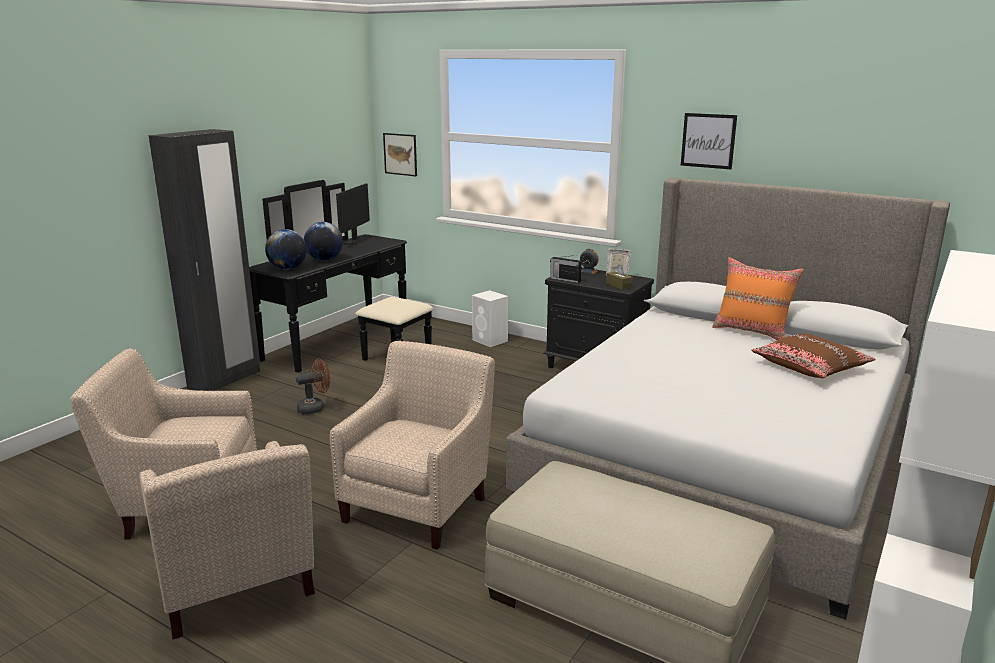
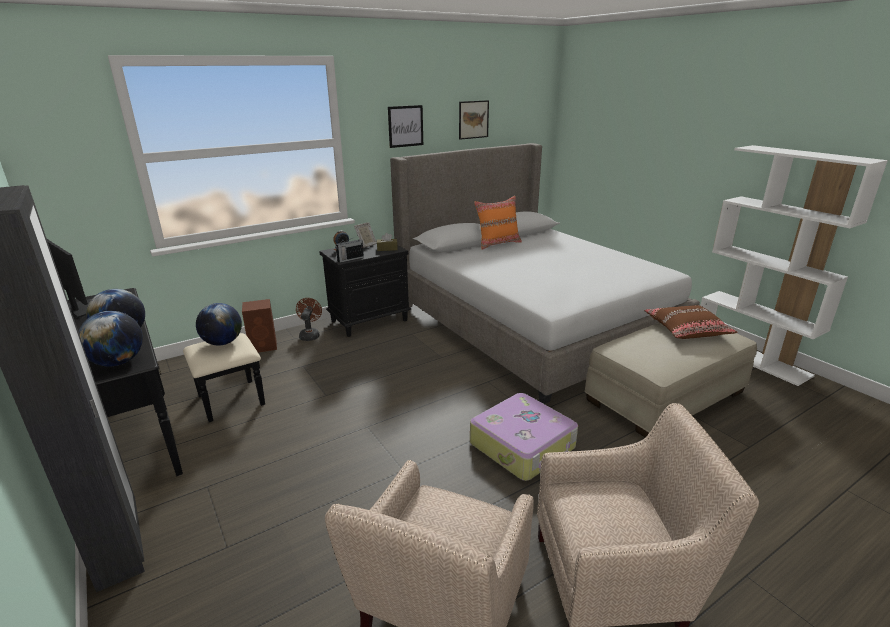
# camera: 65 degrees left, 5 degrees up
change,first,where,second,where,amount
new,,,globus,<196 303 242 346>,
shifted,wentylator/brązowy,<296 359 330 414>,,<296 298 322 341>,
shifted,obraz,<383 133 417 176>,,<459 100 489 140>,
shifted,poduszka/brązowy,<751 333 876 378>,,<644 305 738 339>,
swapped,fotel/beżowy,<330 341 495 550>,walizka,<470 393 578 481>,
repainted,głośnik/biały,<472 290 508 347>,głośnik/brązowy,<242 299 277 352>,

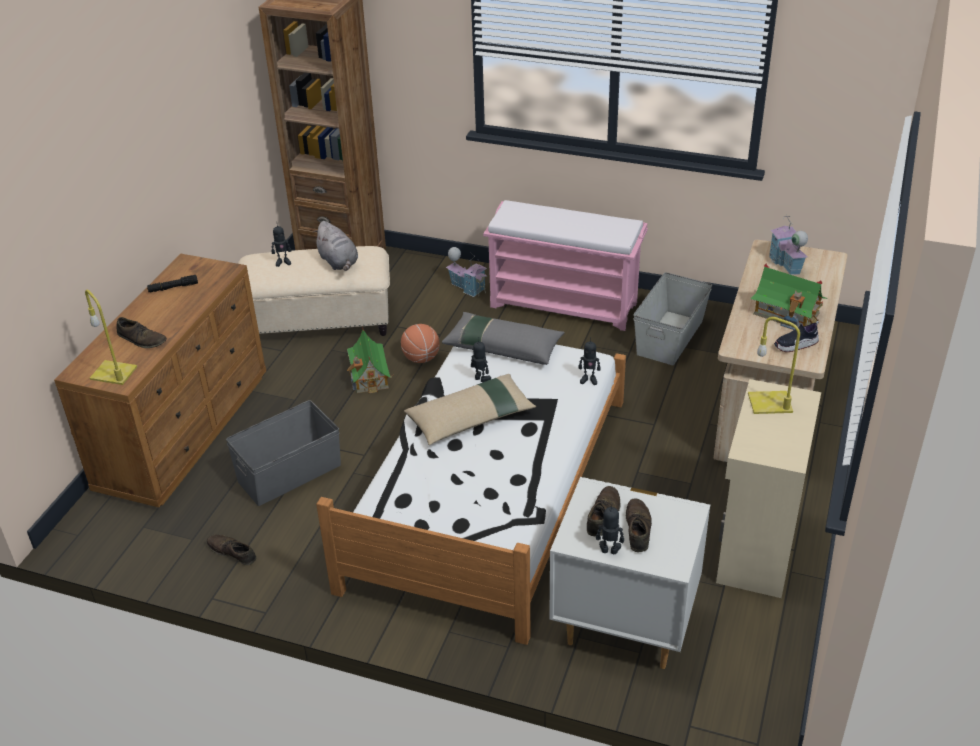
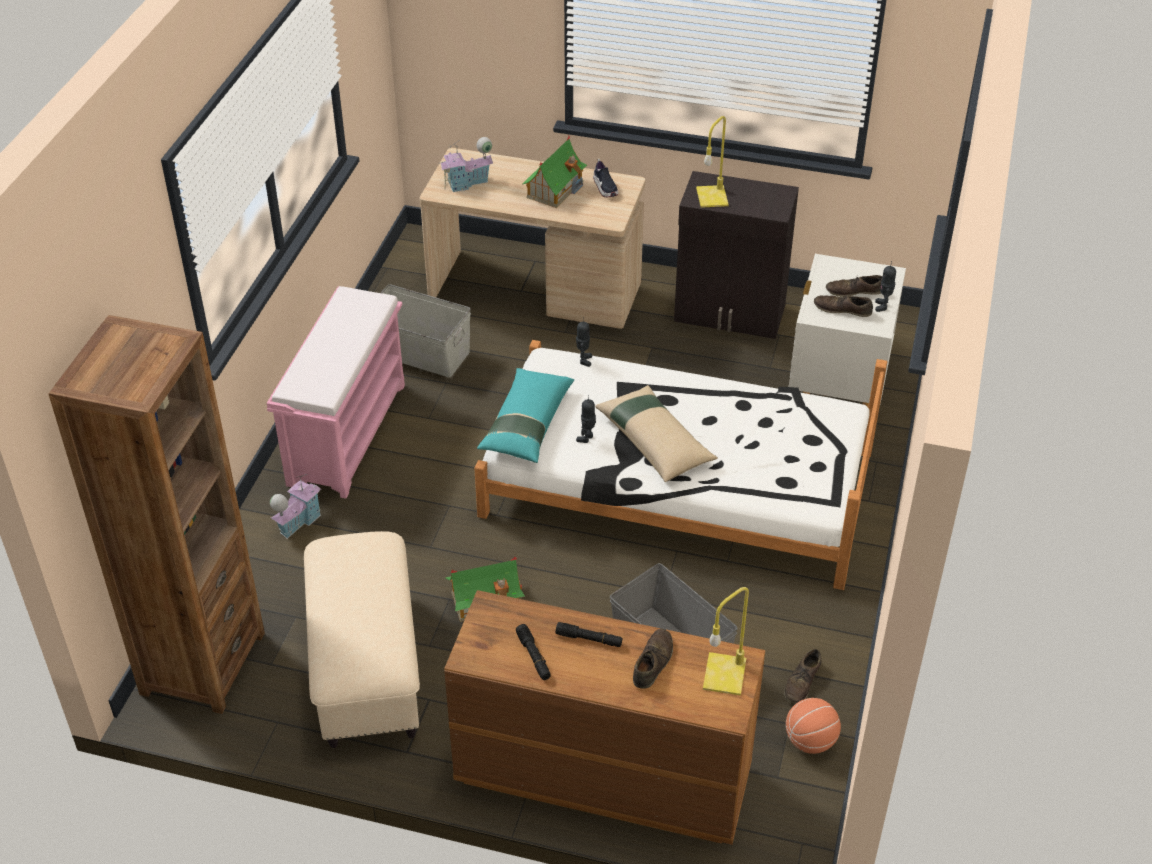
# camera: 95 degrees left, 5 degrees up
change,first,where,second,where,amount
gone,robot zabawkowy,<272 225 291 267>,,,
gone,pluszak/szary,<313 221 358 271>,,,
new,,,latarka/czarny,<555 622 622 647>,
shifted,piłka do koszykówki,<401 324 440 363>,,<786 698 841 754>,
repainted,poduszka/szary,<442 312 565 365>,poduszka/turkusowy,<477 368 574 463>,
repainted,szafka/beżowy,<716 379 821 598>,szafka/czarny,<674 171 799 339>,

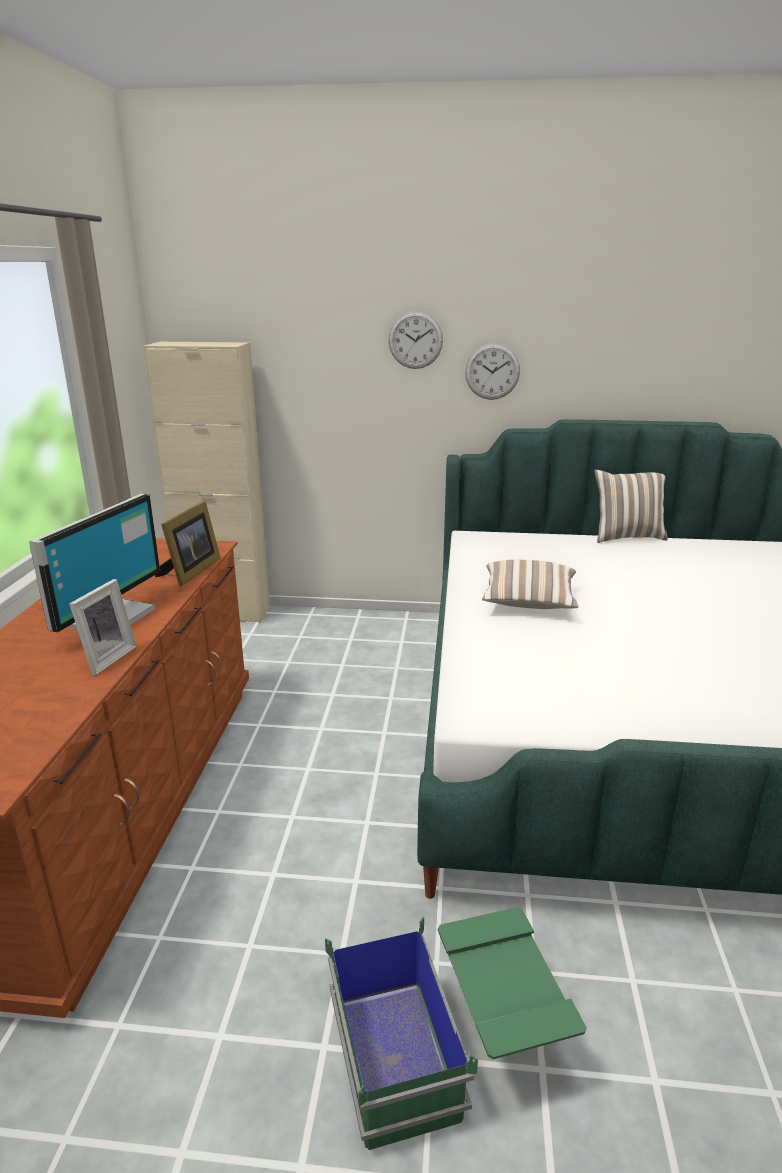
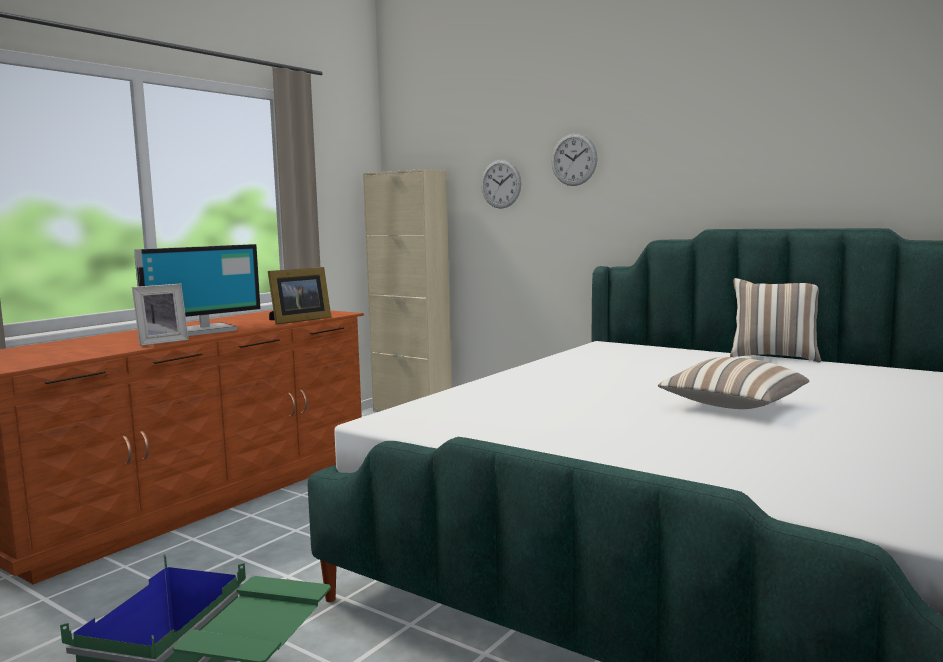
# camera: 30 degrees right, 15 degrees down
change,first,where,second,where,amount
shifted,zegar ścienny,<465 343 520 400>,,<481 160 522 209>,
shifted,poduszka,<482 560 579 609>,,<658 357 809 409>,

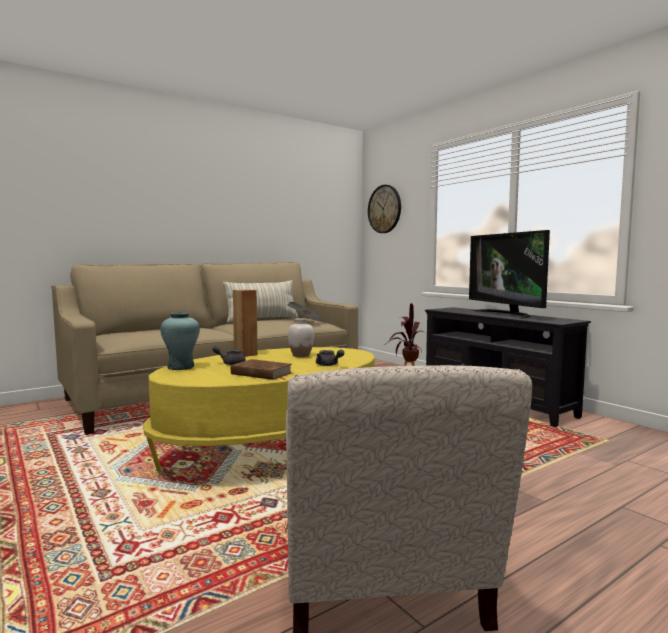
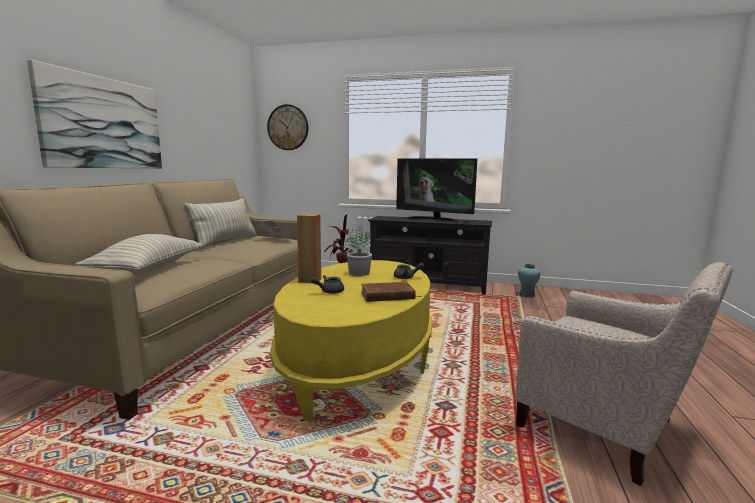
# camera: 40 degrees left, 5 degrees up
change,first,where,second,where,amount
new,,,obraz,<27 60 162 168>,
new,,,poduszka,<75 234 203 274>,
shifted,wazon/turkusowy,<160 312 200 370>,,<518 264 540 297>,
swapped,wazon/biały,<288 318 314 357>,roślina doniczkowa,<347 227 372 276>,

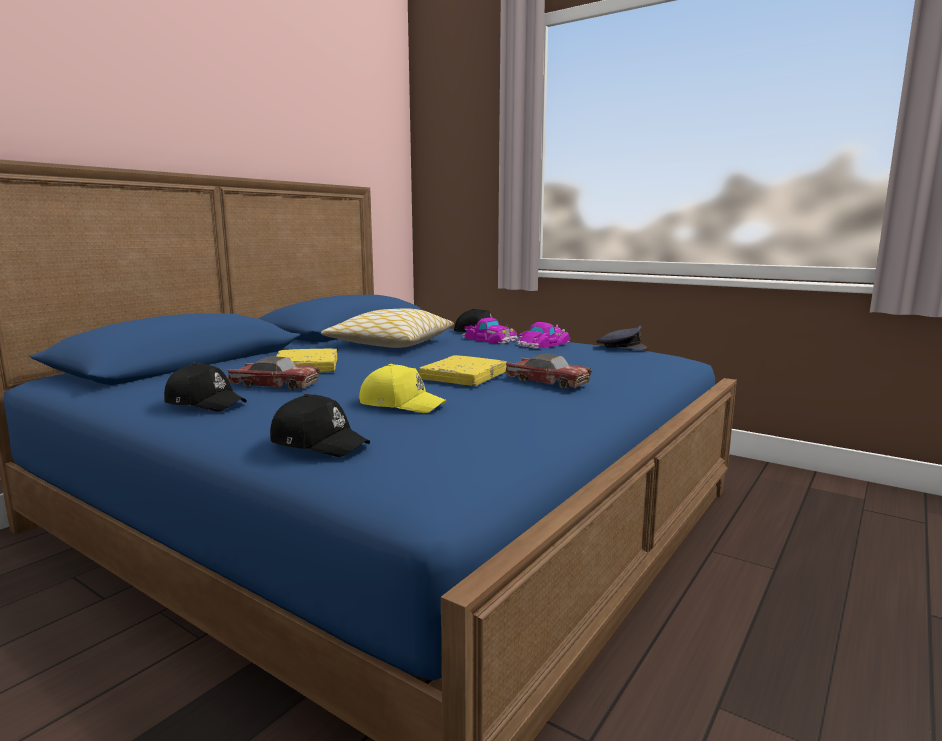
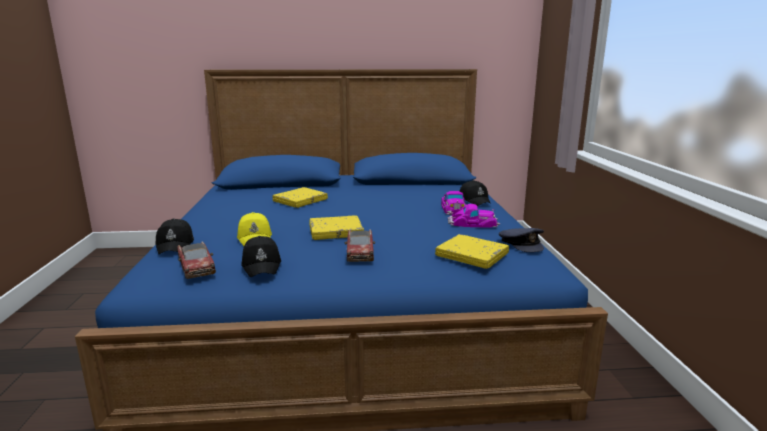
# camera: 50 degrees right, 5 degrees up
change,first,where,second,where,amount
gone,poduszka,<321 309 454 348>,,,
new,,,książka/żółty,<435 234 509 269>,
shifted,czapka z daszkiem/czarny,<164 363 247 412>,,<241 236 281 277>,
shifted,samochodzik,<228 356 320 391>,,<177 241 216 279>,

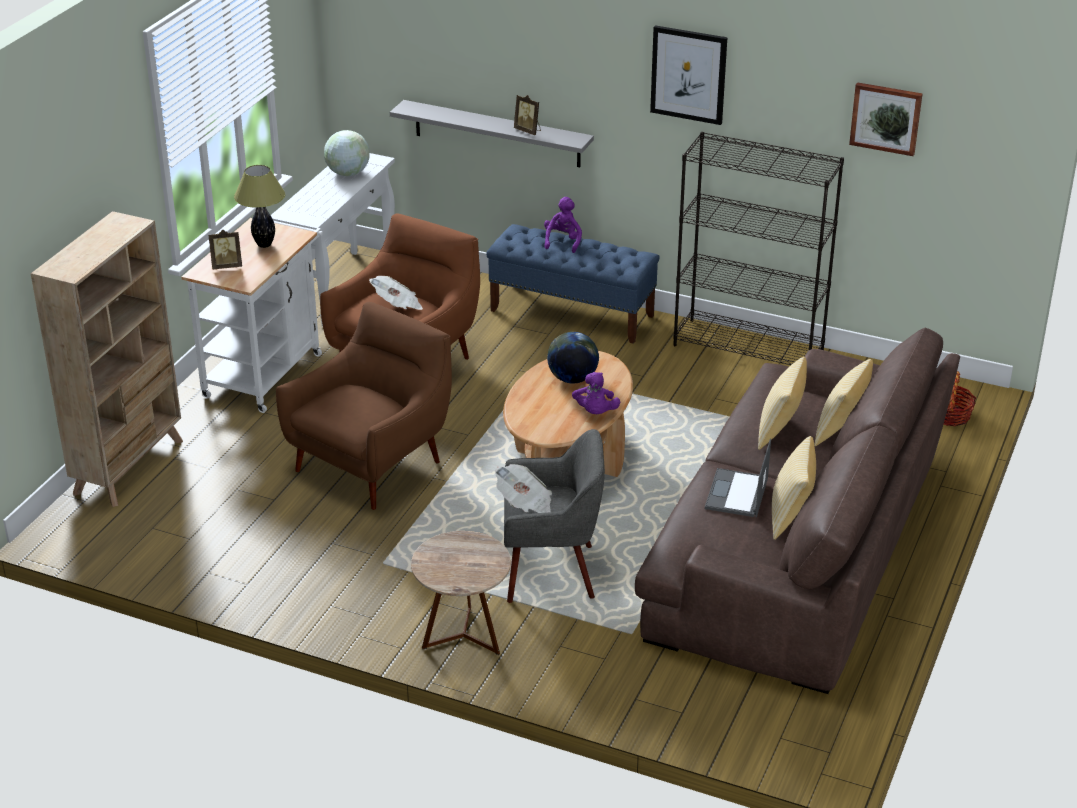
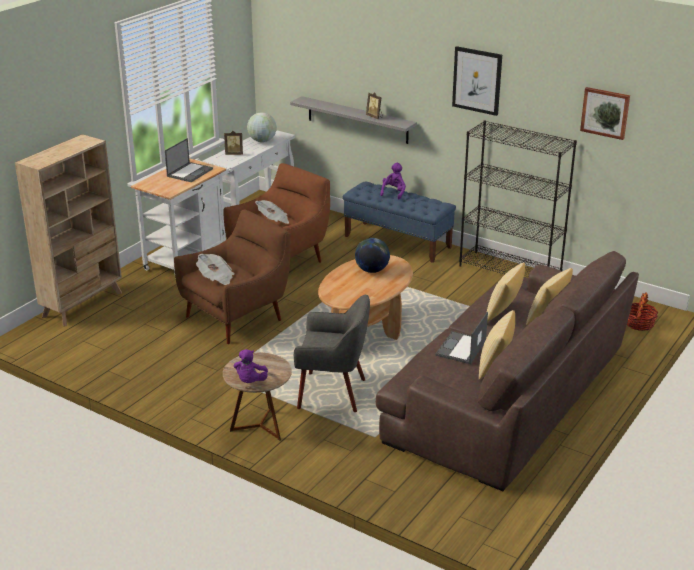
# camera: 10 degrees right, 5 degrees down
change,first,where,second,where,amount
shifted,ramka na zdjęcie,<208 230 242 269>,,<224 131 243 155>,
shifted,gazeta,<495 464 552 513>,,<196 254 235 285>,
shifted,pluszak/fioletowy,<572 372 620 414>,,<233 349 268 383>,
swapped,lampa stołowa,<234 165 285 248>,laptop,<165 138 213 182>,

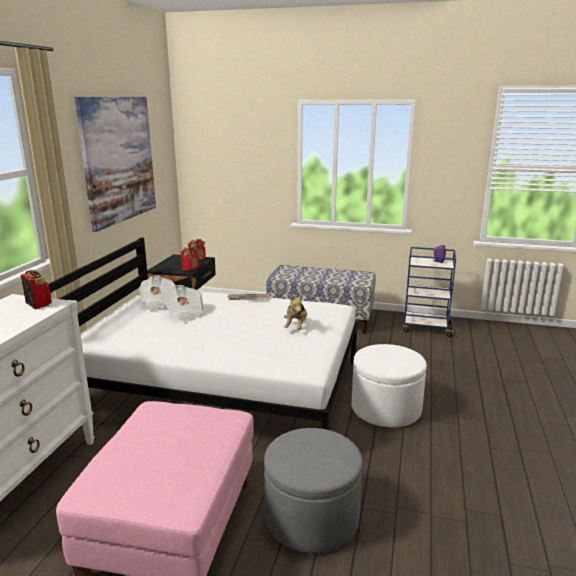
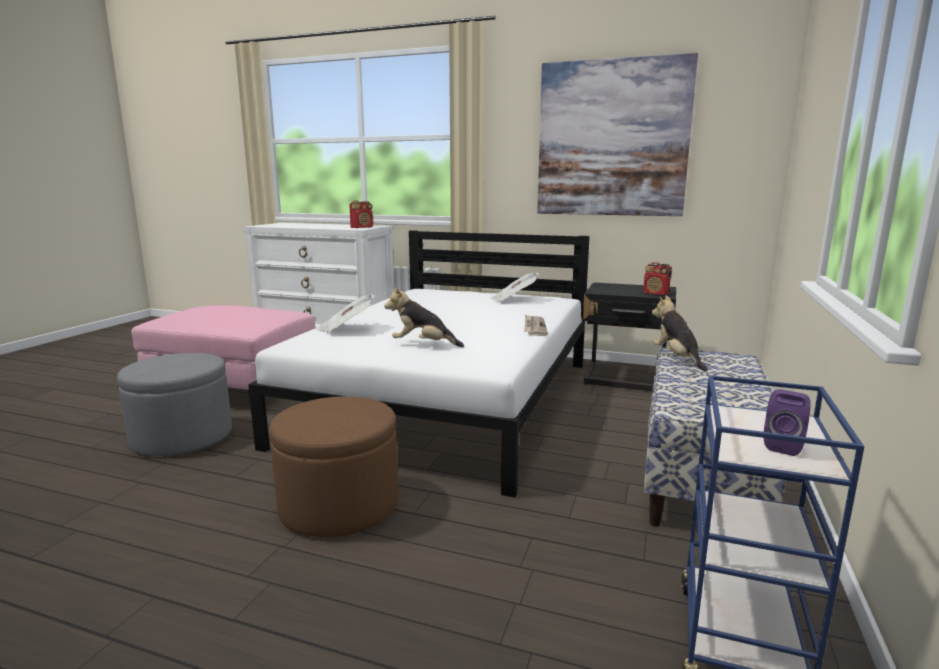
# camera: 95 degrees right, 5 degrees down
change,first,where,second,where,amount
gone,radio,<181 247 199 270>,,,
new,,,pluszak,<652 295 708 372>,
shifted,gazeta,<164 285 204 322>,,<316 294 375 332>,
repainted,pufa/biały,<352 344 427 427>,pufa/brązowy,<269 396 399 537>,

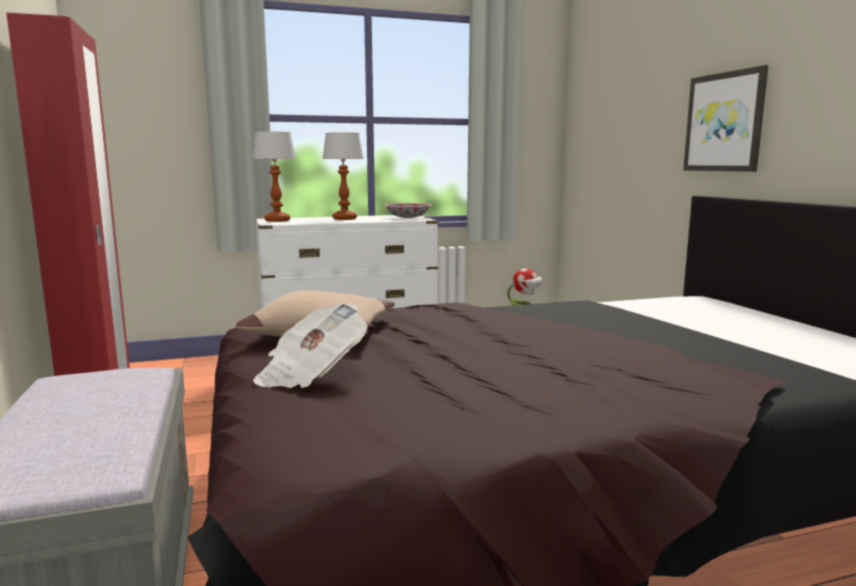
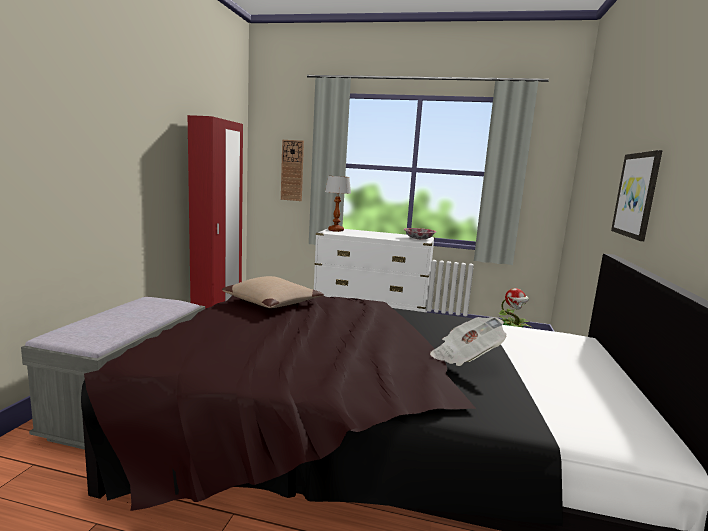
# camera: 30 degrees right, 0 degrees up
change,first,where,second,where,amount
gone,lampa stołowa,<322 132 364 220>,,,
new,,,zegar ścienny,<281 140 304 201>,
shifted,gazeta,<253 303 367 388>,,<430 317 506 366>,

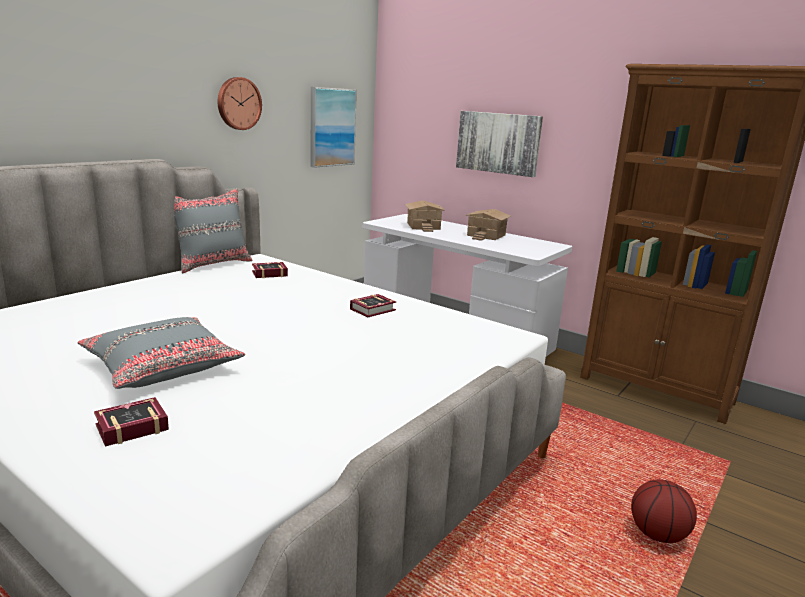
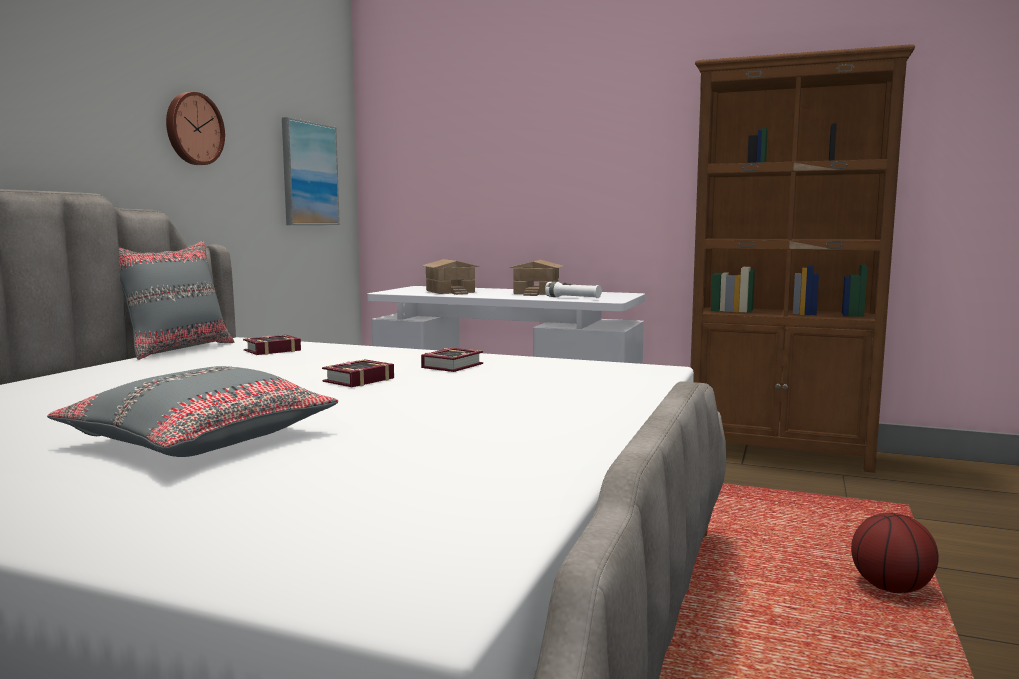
# camera: 15 degrees left, 10 degrees down
change,first,where,second,where,amount
gone,obraz,<456 111 543 177>,,,
new,,,latarka/biały,<545 281 602 298>,
shifted,książka,<94 397 169 446>,,<322 359 394 387>,

